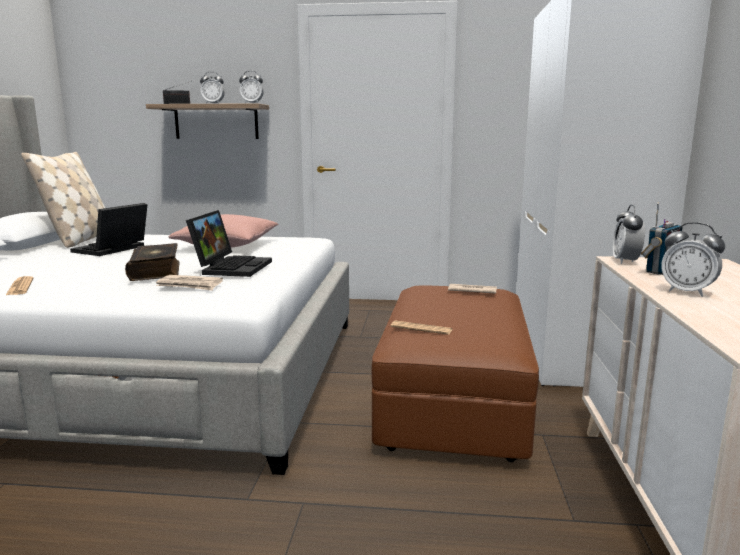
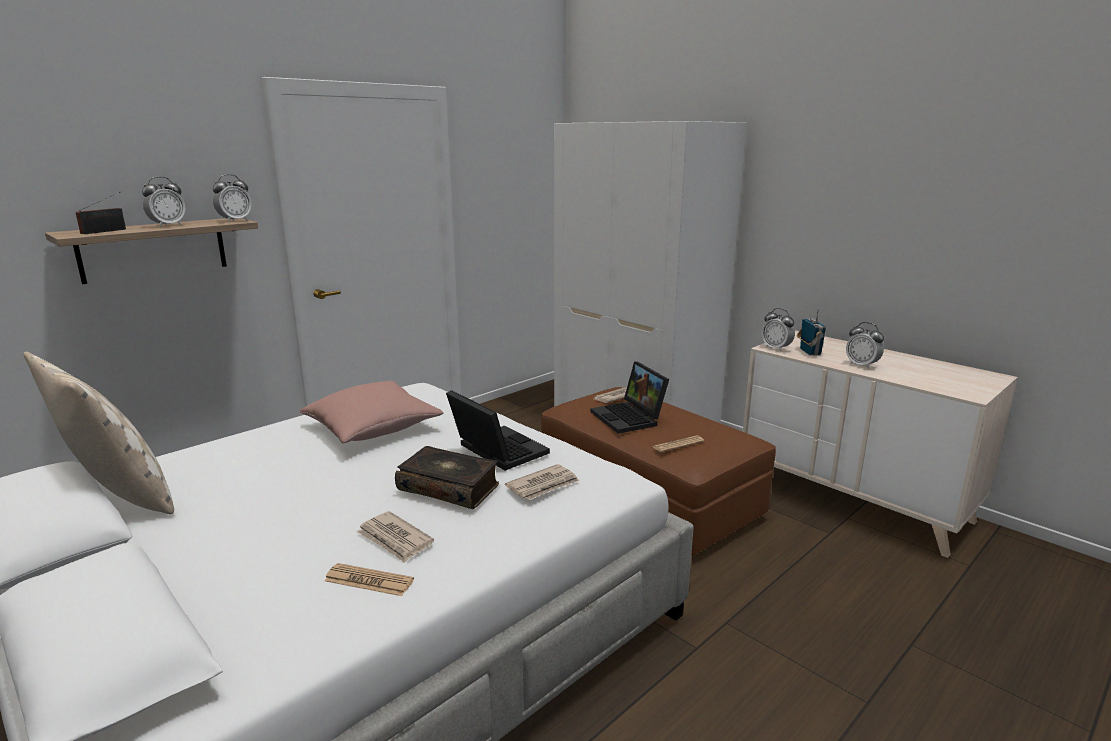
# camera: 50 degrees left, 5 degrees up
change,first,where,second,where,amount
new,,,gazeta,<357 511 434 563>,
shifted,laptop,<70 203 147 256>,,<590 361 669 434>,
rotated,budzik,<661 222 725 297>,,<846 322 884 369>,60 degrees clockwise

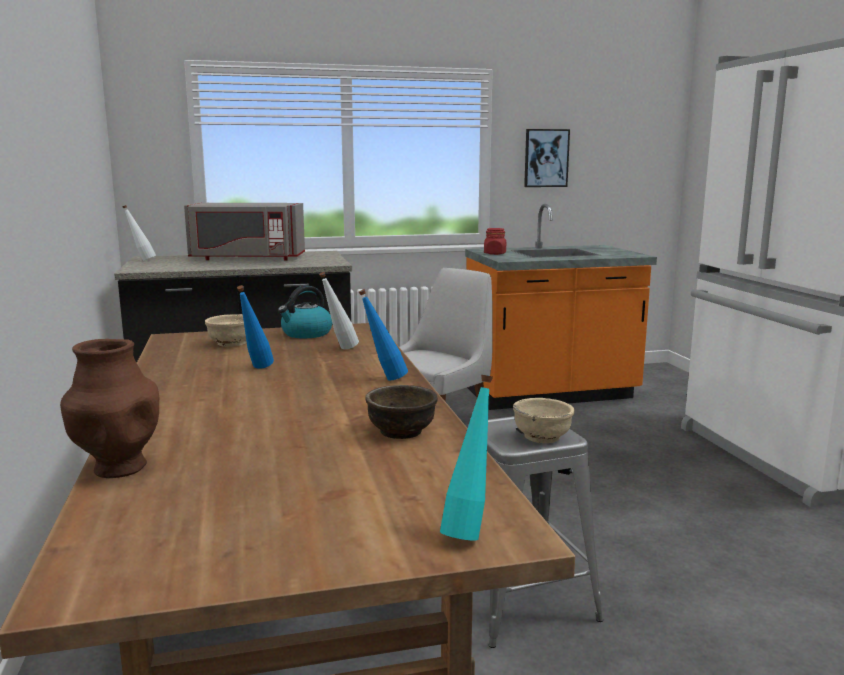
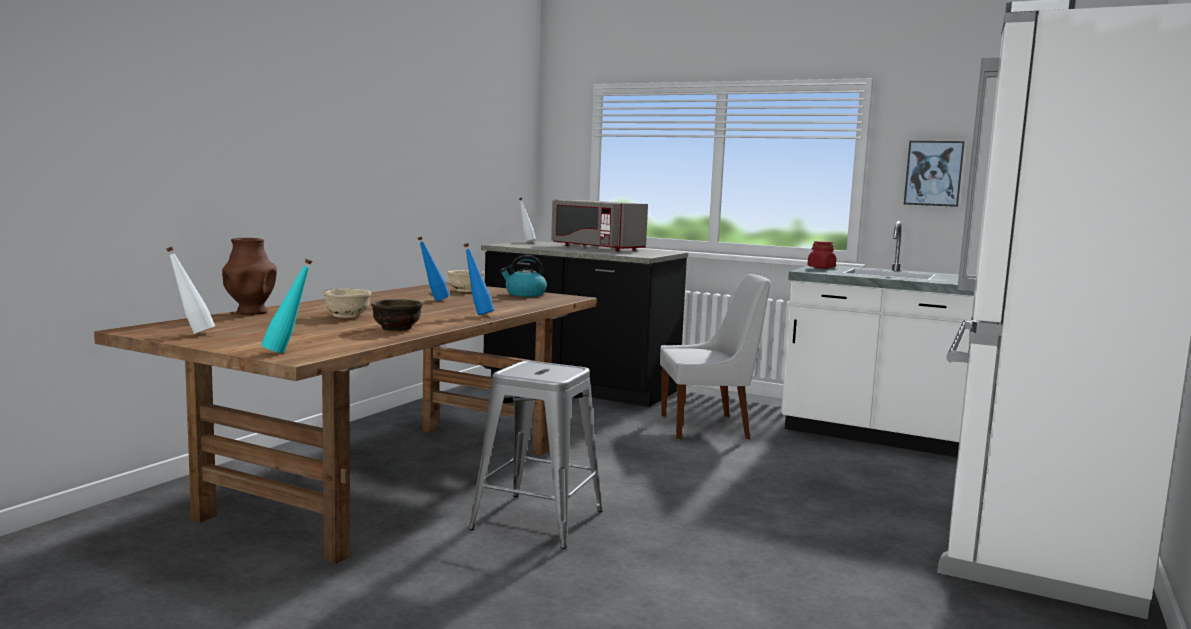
# camera: 40 degrees right, 5 degrees down
change,first,where,second,where,amount
shifted,butelka/biały,<319 272 359 349>,,<166 247 215 334>,
shifted,miska/beżowy,<513 398 574 443>,,<323 289 371 318>,
repainted,zabudowa kuchenna/pomarańczowy,<465 204 657 410>,zabudowa kuchenna/biały,<782 221 974 457>,

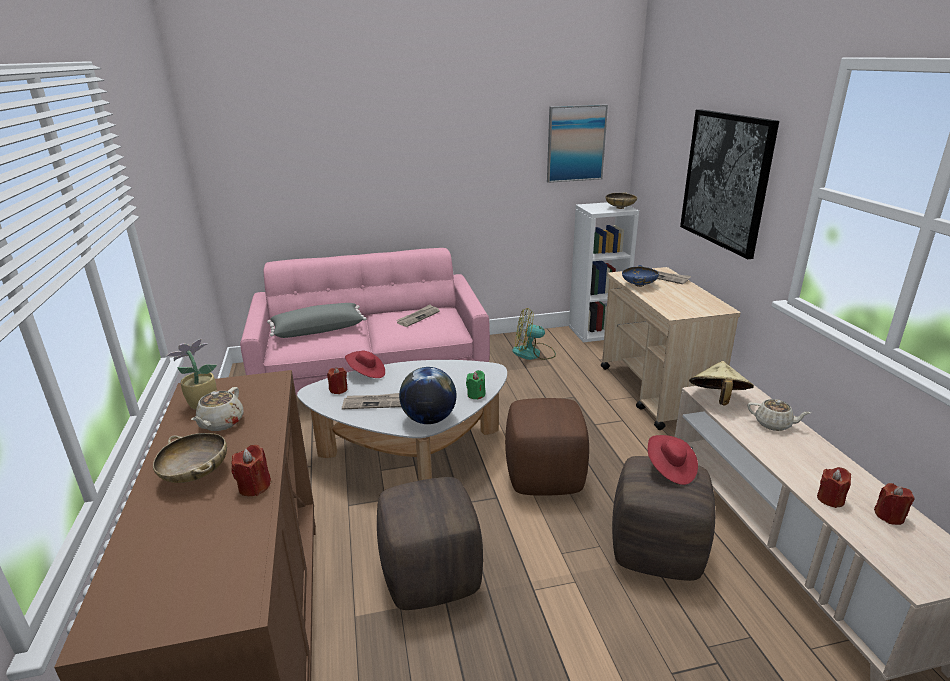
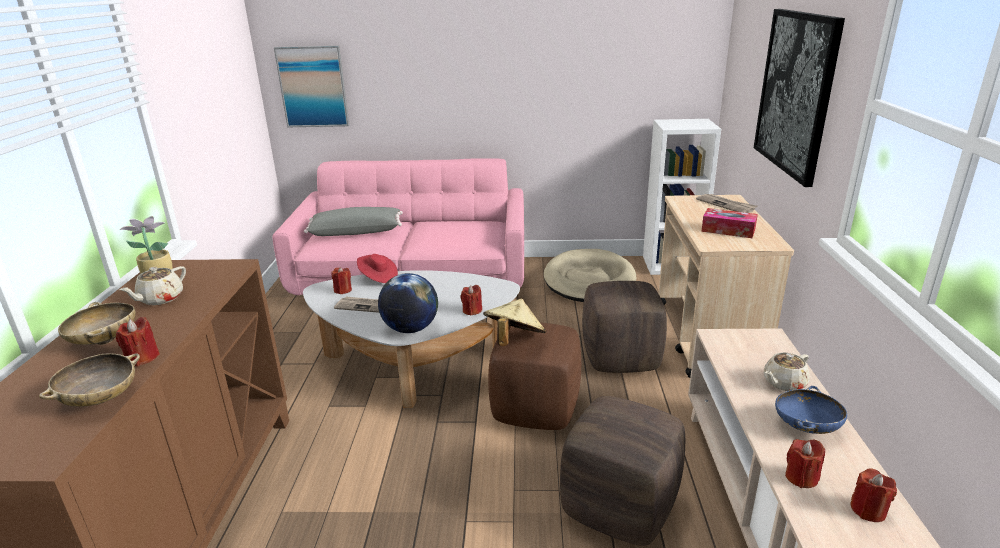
# camera: 15 degrees right, 0 degrees up
change,first,where,second,where,amount
gone,gazeta,<397 304 440 327>,,,
gone,kapelusz/czerwony,<648 435 698 485>,,,
new,,,pudełko chusteczek,<701 208 758 238>,
shifted,pufa/brązowy,<377 477 483 610>,,<582 281 667 373>,
shifted,obraz,<547 104 608 183>,,<274 46 349 127>,
shifted,miska/beżowy,<606 192 637 209>,,<39 353 140 407>,
shifted,miska/niebieski,<622 265 659 287>,,<775 386 847 434>,
shifted,kapelusz/beżowy,<689 361 754 406>,,<483 299 546 346>,
swapped,wentylator,<512 308 556 360>,legowisko/beżowy,<544 249 636 302>,
repainted,świeca/zielony,<466 370 485 400>,świeca/czerwony,<461 285 482 316>,
rotated,imbryk/beżowy,<747 399 811 431>,,<764 352 809 391>,105 degrees clockwise

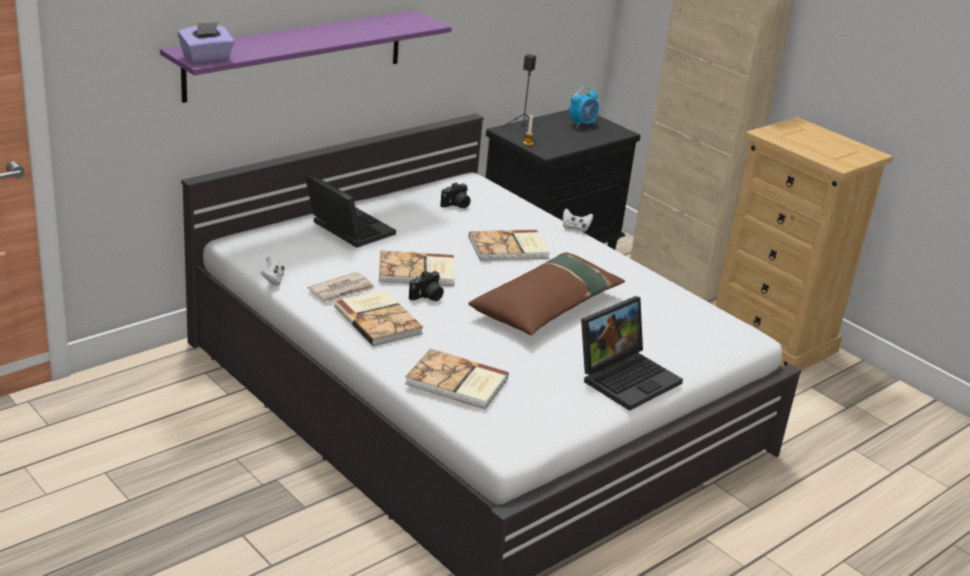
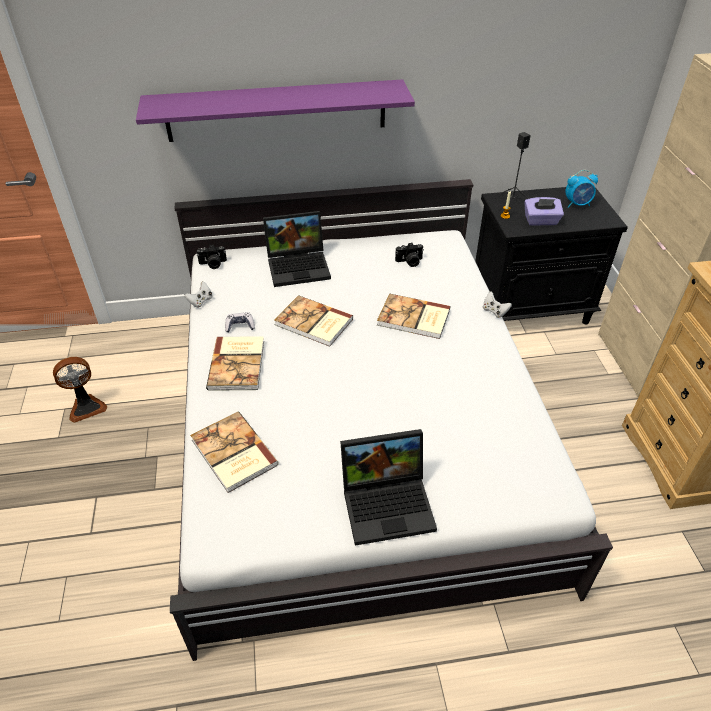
# camera: 35 degrees right, 15 degrees up
change,first,where,second,where,amount
gone,poduszka/brązowy,<468 252 625 335>,,,
new,,,wentylator,<53 357 107 423>,
shifted,pudełko chusteczek/fioletowy,<178 22 235 63>,,<524 197 564 226>,
shifted,aparat fotograficzny,<409 271 444 301>,,<197 245 227 269>,
swapped,gazeta,<308 272 375 303>,pad do gier,<225 312 255 333>,
rotated,laptop,<305 173 396 248>,,<263 211 331 287>,90 degrees clockwise

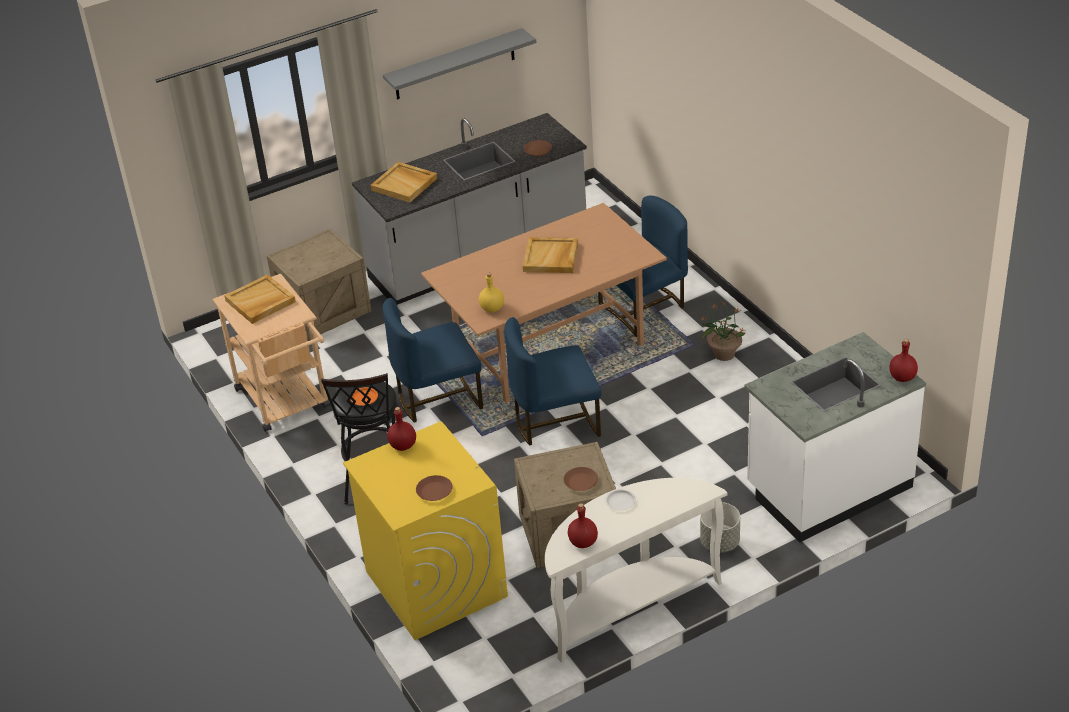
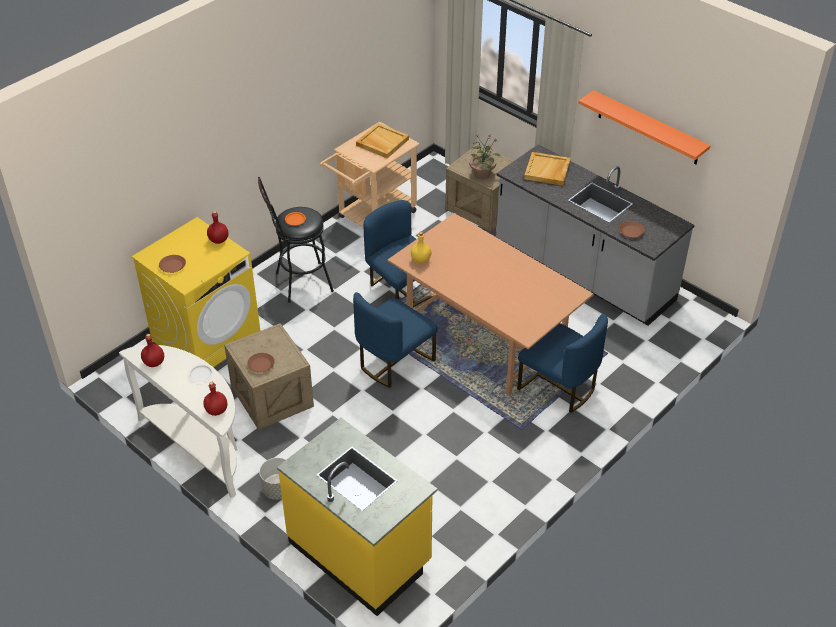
# camera: 70 degrees right, 5 degrees up
change,first,where,second,where,amount
gone,taca/beżowy,<523 237 578 273>,,,
shifted,roślina doniczkowa,<702 302 746 361>,,<469 135 500 179>,
shifted,butelka/czerwony,<889 339 918 382>,,<203 382 227 416>,
repainted,półka/szary,<383 28 536 100>,półka/pomarańczowy,<578 90 711 165>,
repainted,zabudowa kuchenna/biały,<745 332 926 542>,zabudowa kuchenna/żółty,<277 418 437 616>,
rotated,krzesło/niebieski,<504 317 601 446>,,<353 292 438 388>,105 degrees counterclockwise

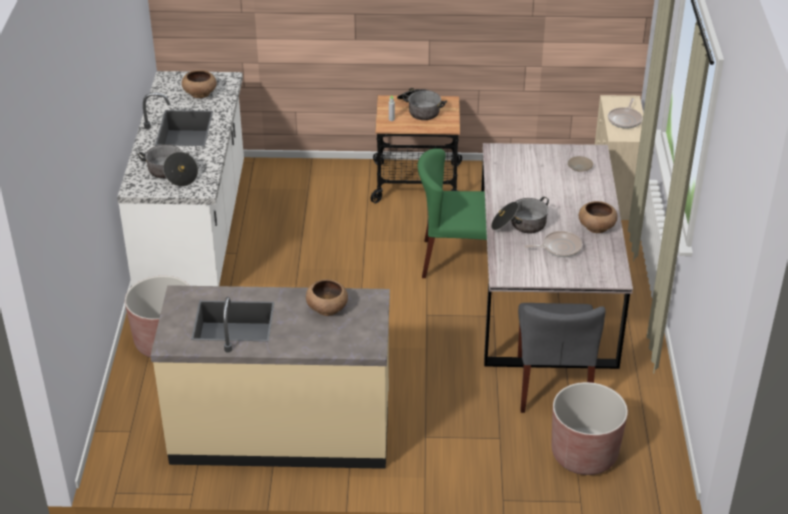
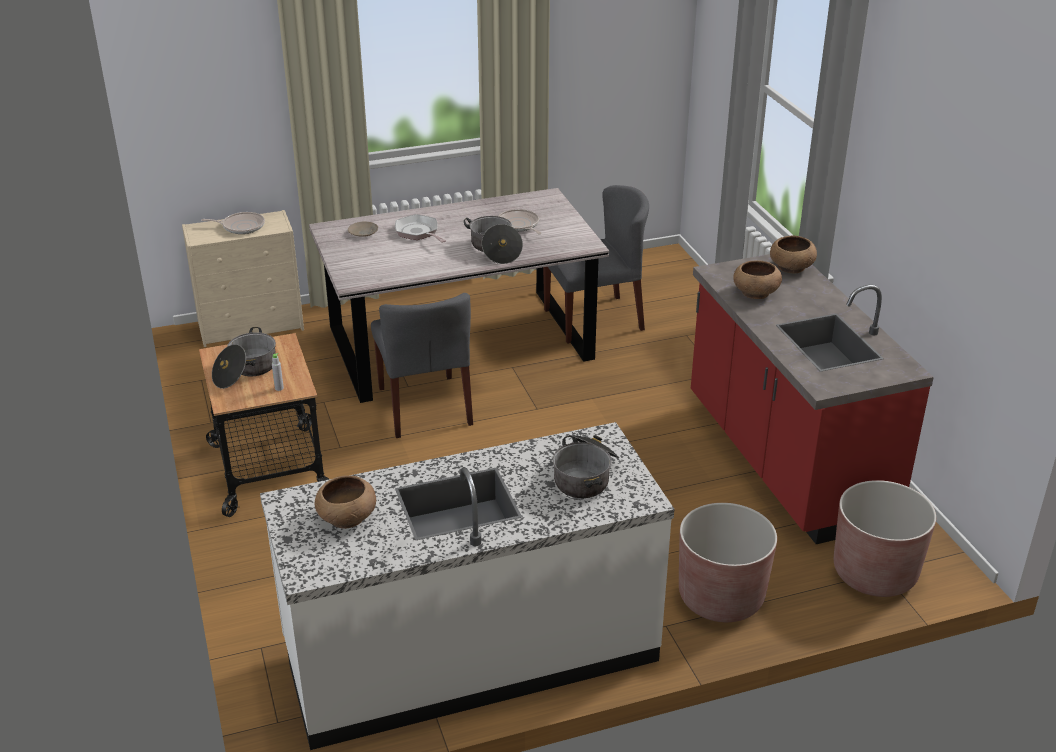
# camera: 110 degrees left, 5 degrees down
change,first,where,second,where,amount
new,,,patelnia,<395 214 446 243>,
shifted,donica/brązowy,<552 382 628 475>,,<834 480 936 597>,
shifted,miska/brązowy,<579 201 617 233>,,<770 236 817 274>,
repainted,zabudowa kuchenna/beżowy,<150 285 390 469>,zabudowa kuchenna/czerwony,<691 254 934 544>,
repainted,krzesło/zielony,<418 148 487 278>,krzesło/szary,<371 293 473 438>,

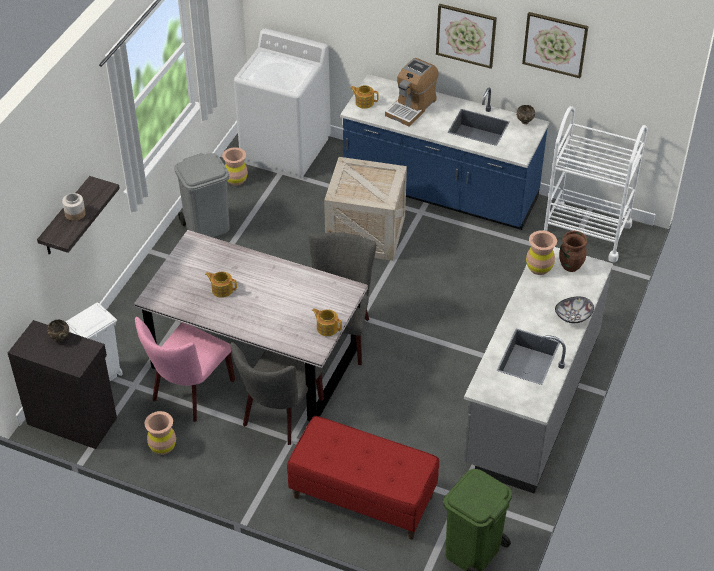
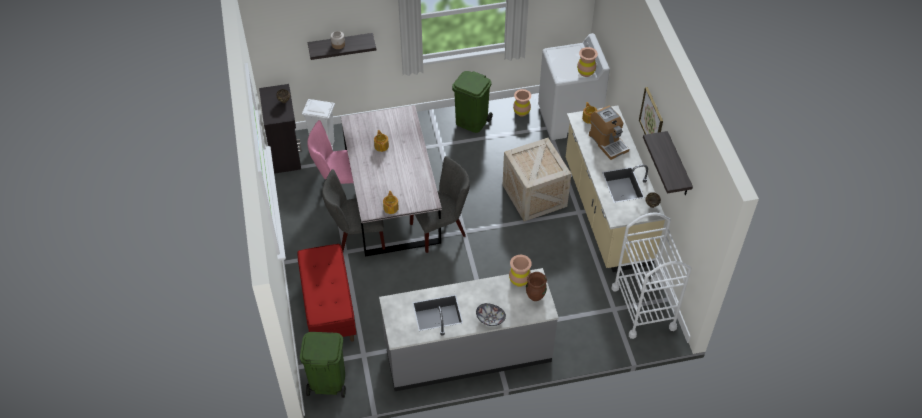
# camera: 55 degrees right, 5 degrees up
change,first,where,second,where,amount
shifted,wazon/brązowy,<145 411 176 455>,,<577 47 598 77>,
swapped,obraz,<522 12 589 78>,półka,<643 131 693 195>,
repainted,kosz na śmieci/szary,<174 153 230 237>,kosz na śmieci/zielony,<452 71 493 133>,
repainted,zabudowa kuchenna/niebieski,<340 74 549 230>,zabudowa kuchenna/beżowy,<566 106 666 272>,
rotated,ekspres do kawy,<385 58 438 126>,,<589 106 629 160>,120 degrees counterclockwise

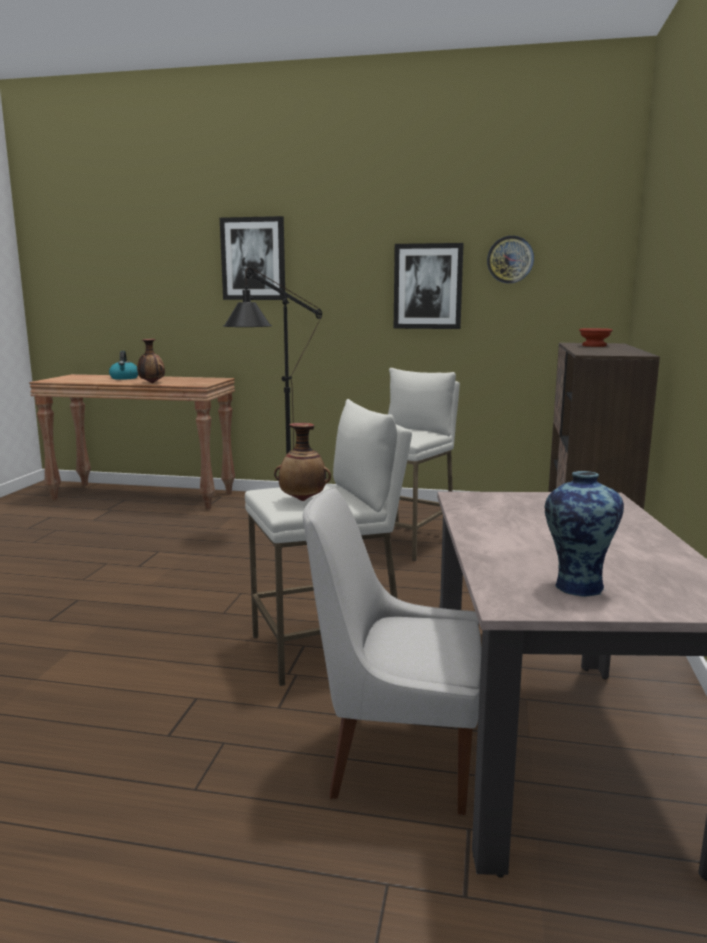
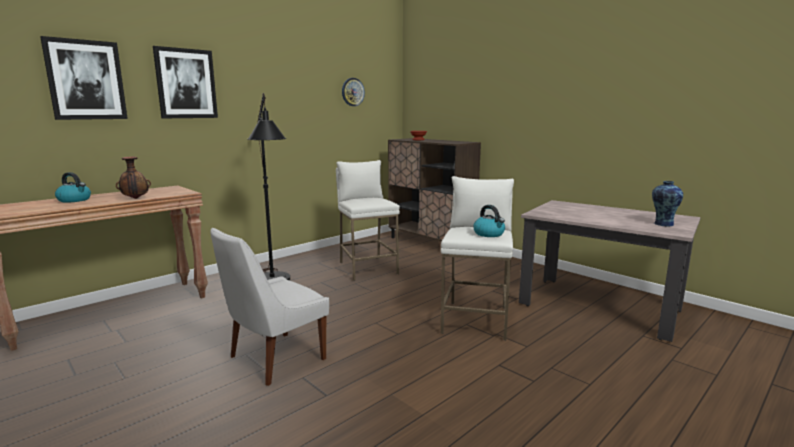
# camera: 55 degrees left, 0 degrees up
change,first,where,second,where,amount
shifted,krzesło/biały,<303 487 482 815>,,<210 228 329 386>,
shifted,obraz,<394 243 464 329>,,<40 36 128 120>,
swapped,wazon,<274 423 331 501>,czajnik,<473 205 505 237>,

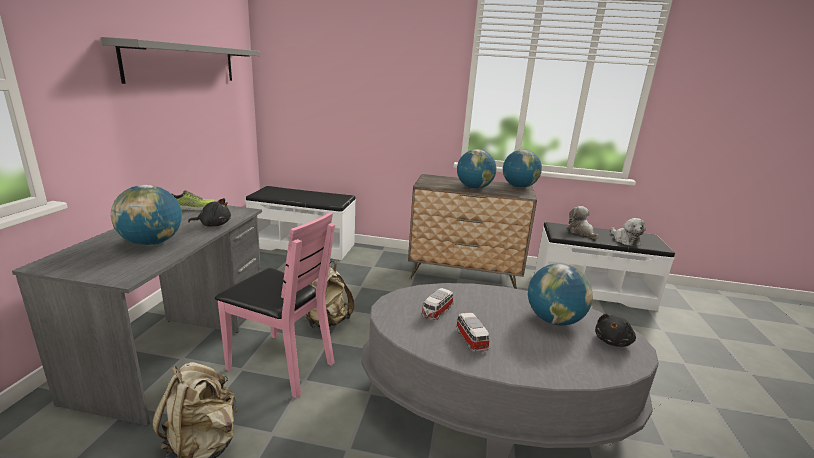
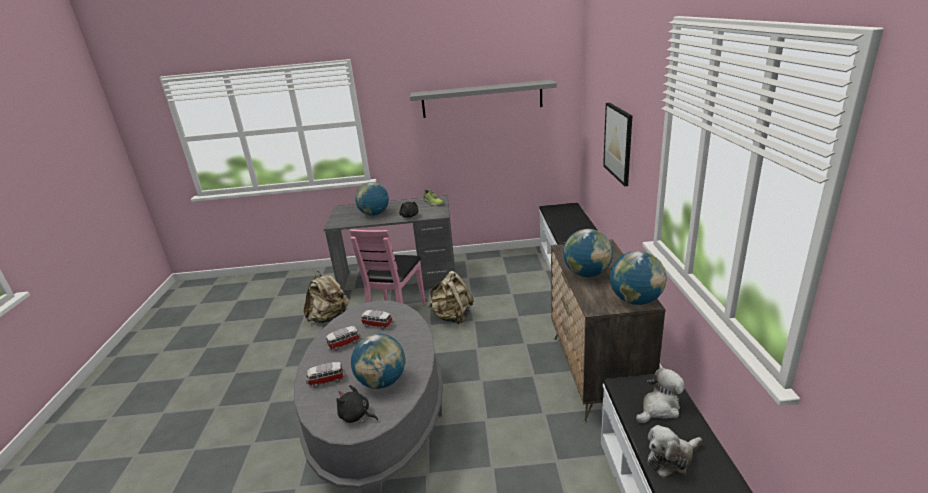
# camera: 80 degrees right, 5 degrees up
change,first,where,second,where,amount
new,,,samochodzik,<306 362 345 388>,
new,,,obraz,<603 102 632 186>,

